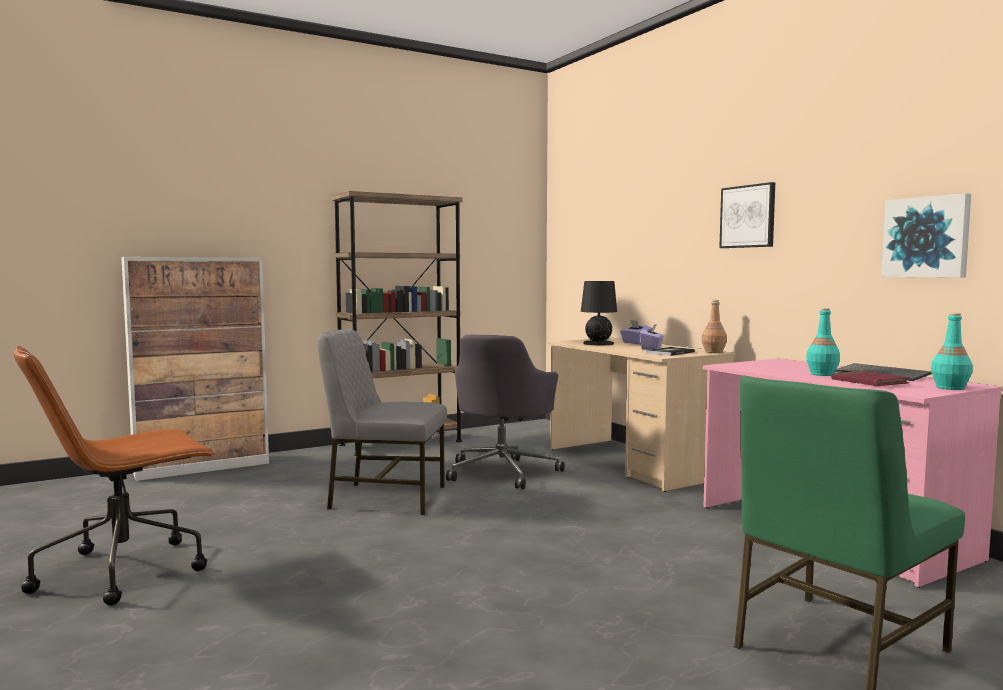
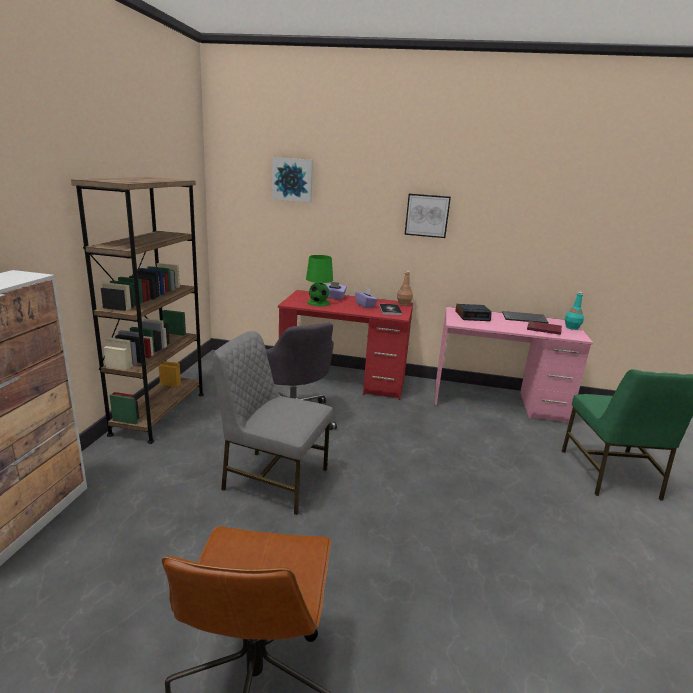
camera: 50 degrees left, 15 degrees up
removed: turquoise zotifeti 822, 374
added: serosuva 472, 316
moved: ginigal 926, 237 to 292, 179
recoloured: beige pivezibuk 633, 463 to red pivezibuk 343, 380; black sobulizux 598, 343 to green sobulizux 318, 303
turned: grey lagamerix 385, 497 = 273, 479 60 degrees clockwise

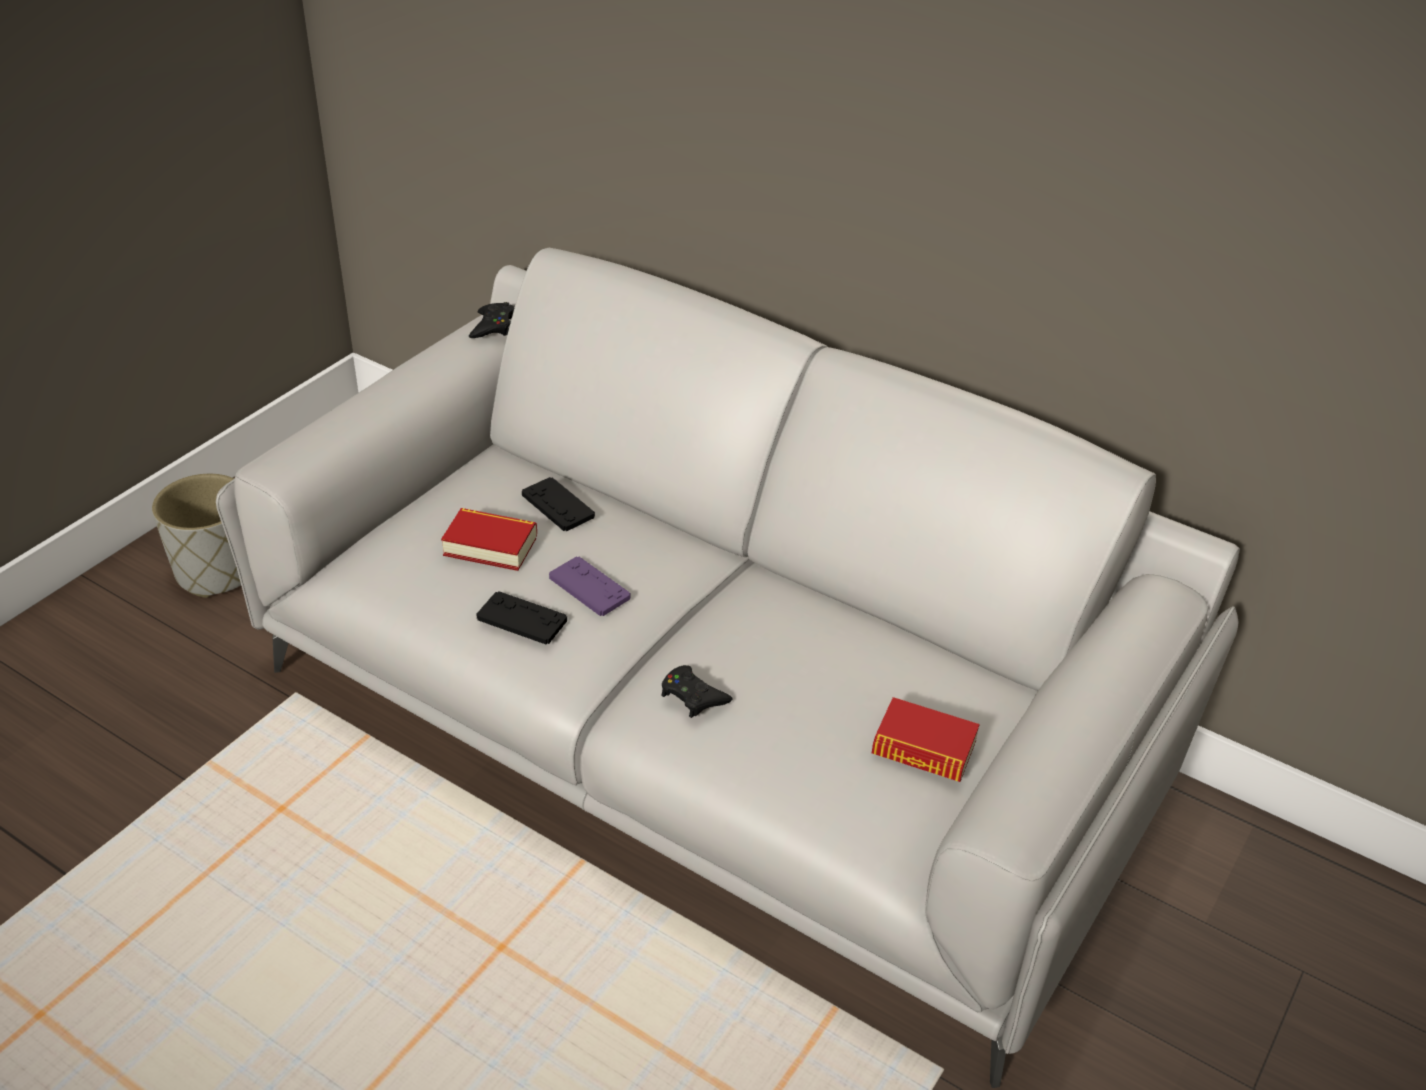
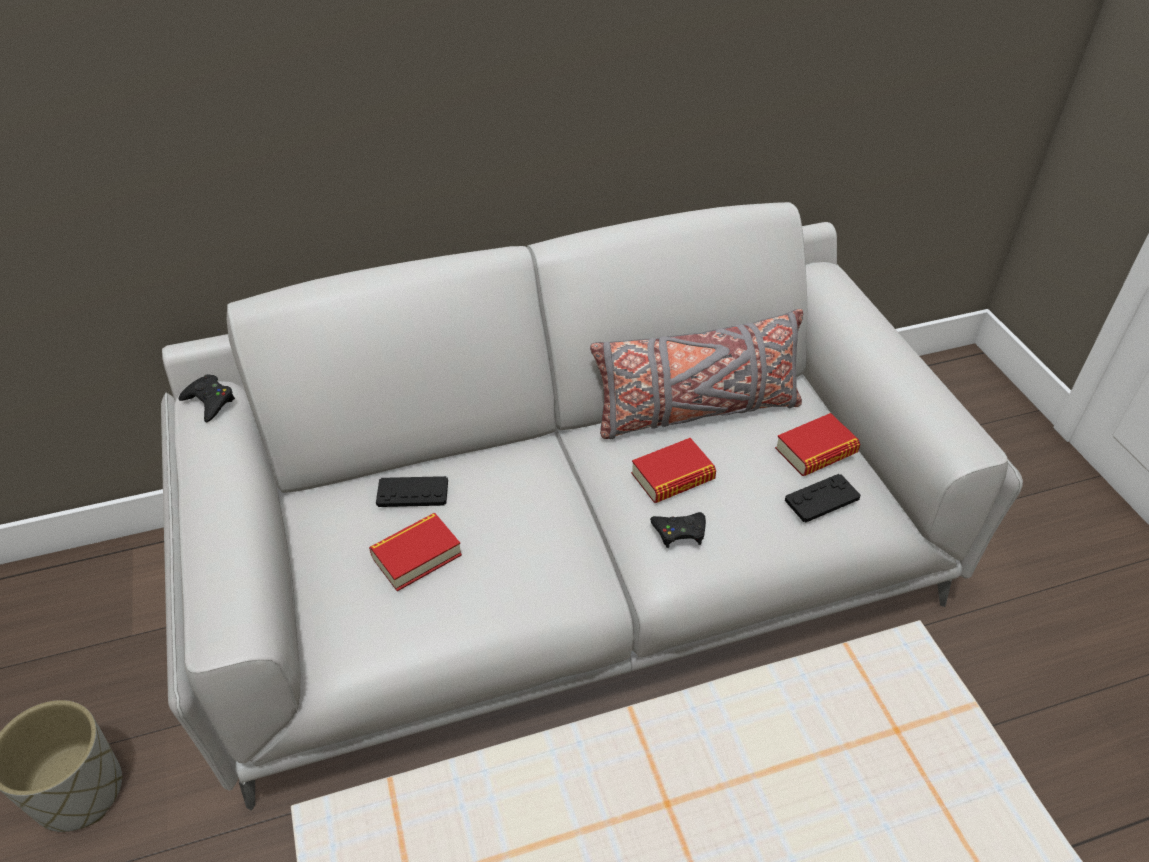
camera: 50 degrees left, 5 degrees up
removed: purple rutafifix 589, 587
added: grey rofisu 696, 412; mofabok 672, 477
moved: black rutafifix 522, 619 to 822, 499

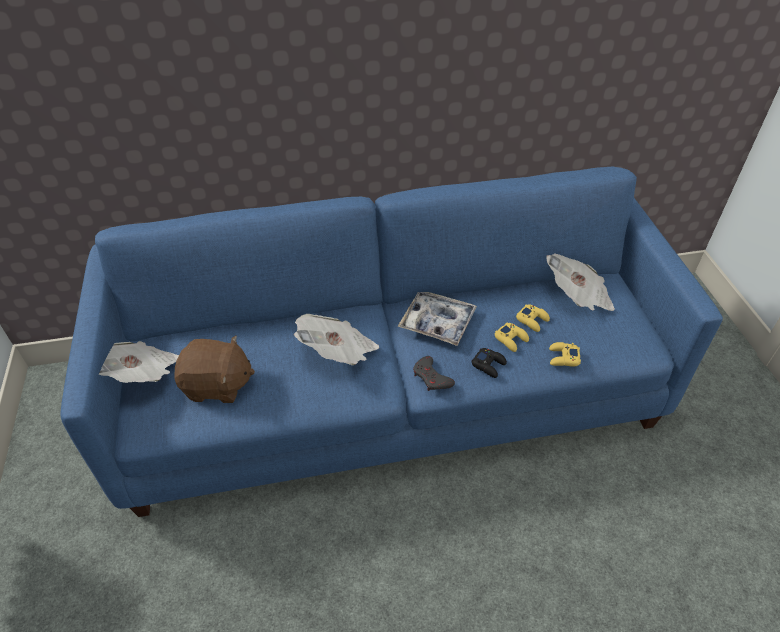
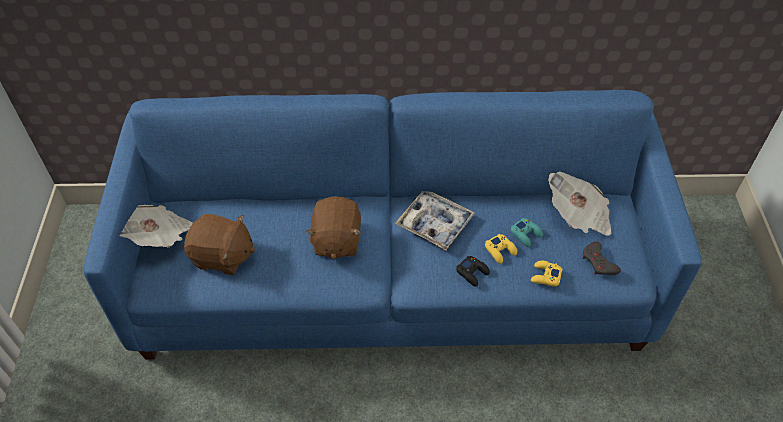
camera: 10 degrees right, 5 degrees up
moved: grey rutafifix 431, 377 to 599, 262
replaced: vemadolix 338, 352 to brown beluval 336, 241
recoloured: yellow rutafifix 532, 320 to turquoise rutafifix 526, 234

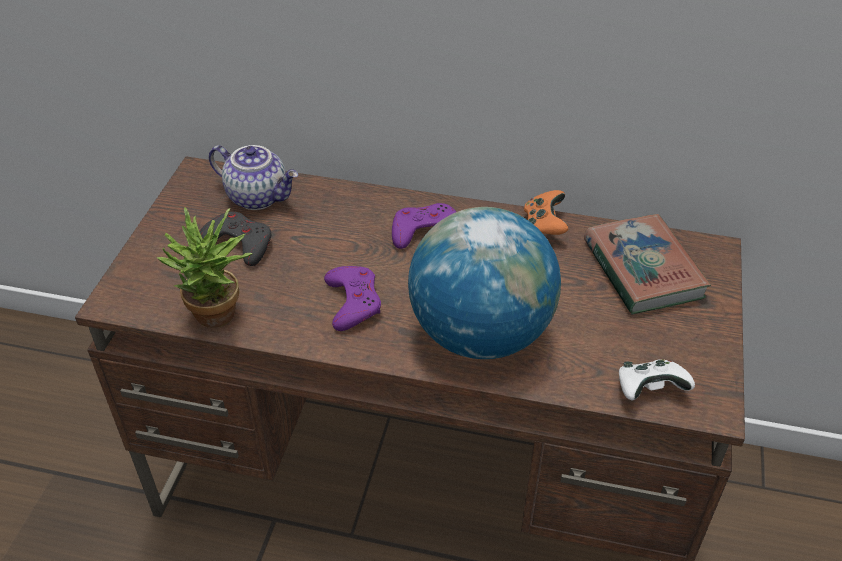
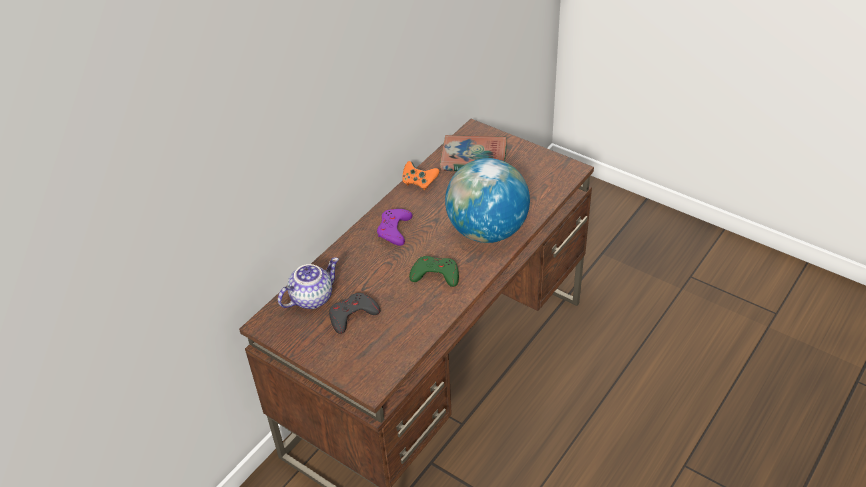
camera: 65 degrees left, 0 degrees up
removed: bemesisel 218, 319; white rutafifix 649, 390
recoloured: purple rutafifix 353, 302 to green rutafifix 435, 274

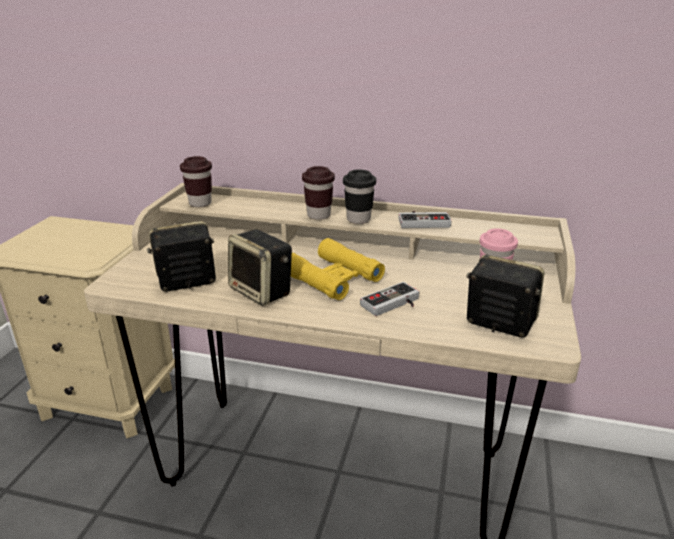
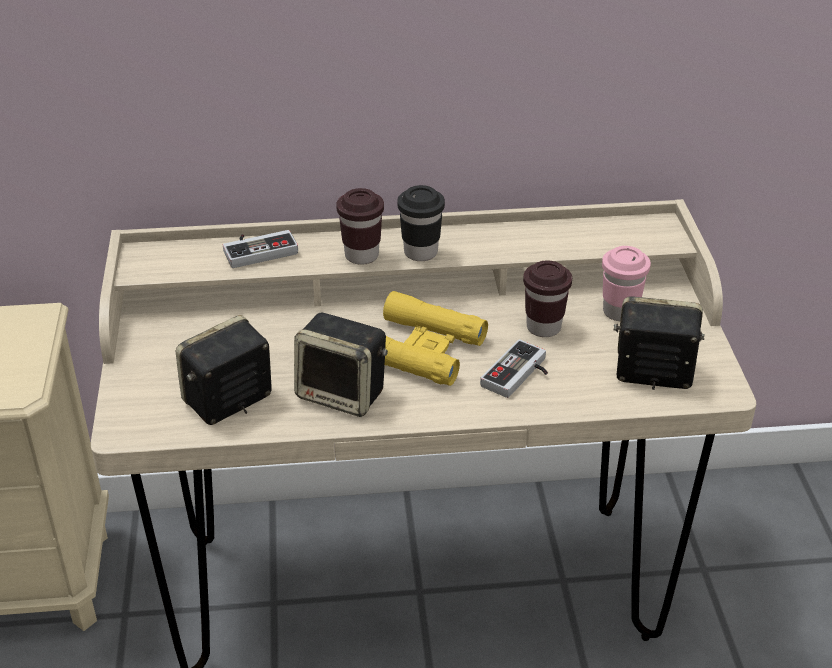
camera: 20 degrees left, 10 degrees up
moved: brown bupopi 200, 203 to 543, 327; rutafifix 423, 221 to 259, 249

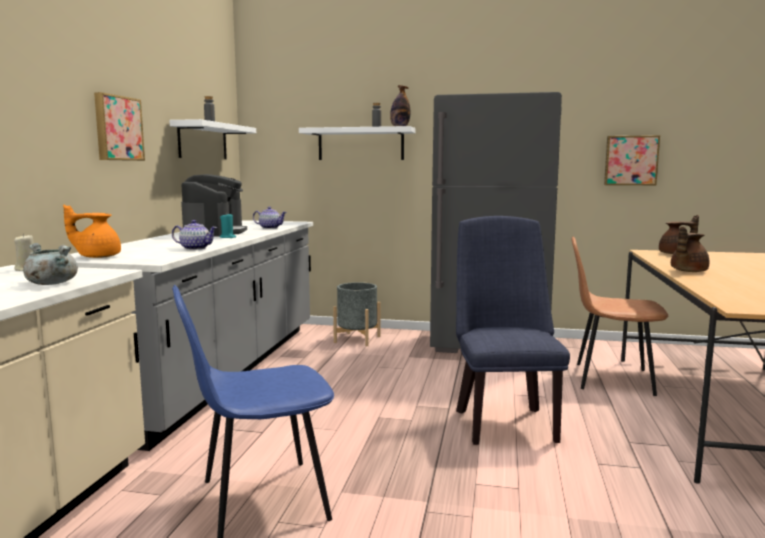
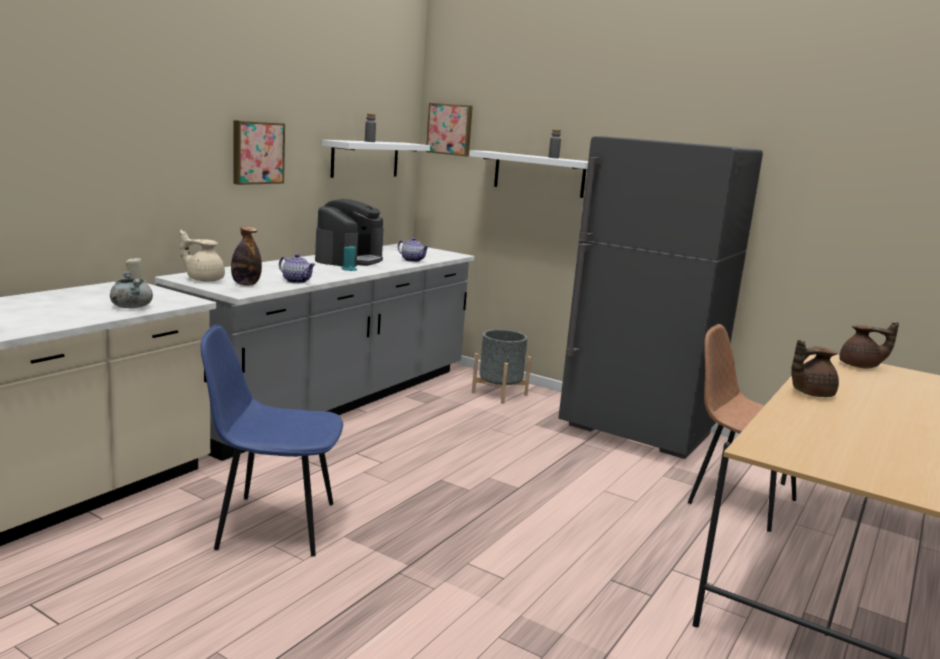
camera: 20 degrees right, 5 degrees up
removed: blue lagamerix 503, 421
moved: zotifeti 399, 127 to 246, 284; ginigal 631, 160 to 450, 129
recoloured: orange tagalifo 97, 256 to beige tagalifo 204, 279

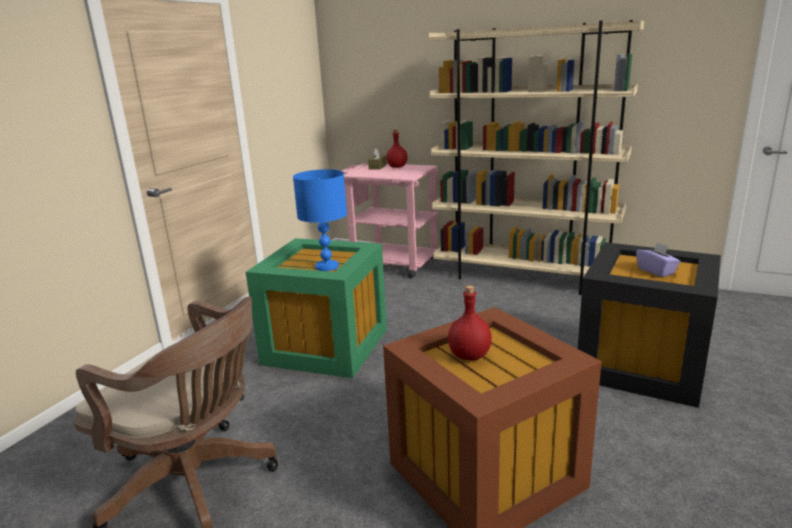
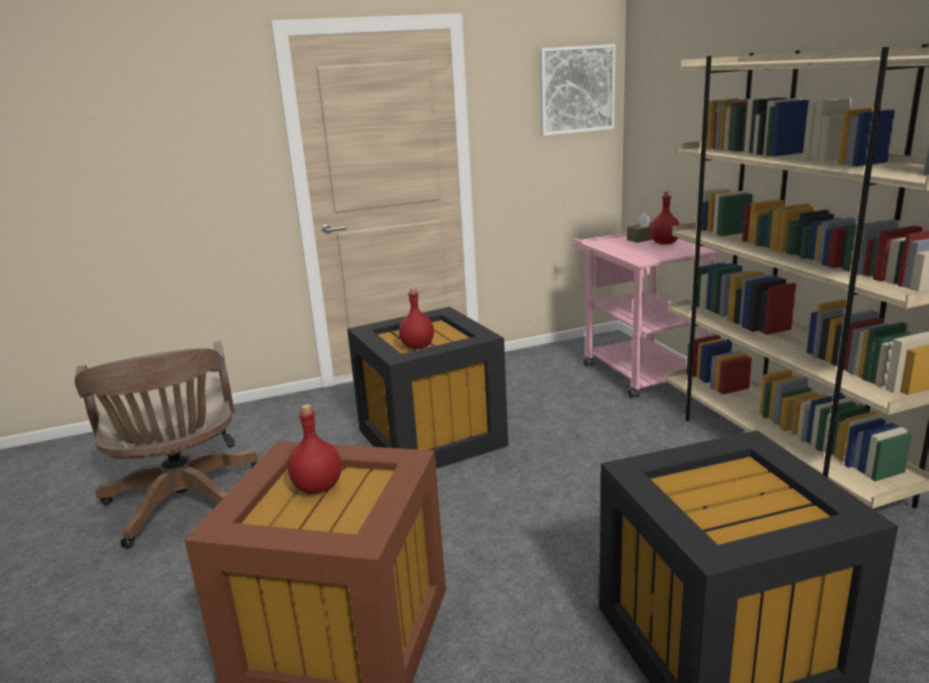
camera: 45 degrees right, 0 degrees up
removed: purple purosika 656, 271
added: ginigal 576, 90
replaced: blue sobulizux 327, 266 to red zotifeti 418, 346
recoloured: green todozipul 325, 345 to black todozipul 432, 436

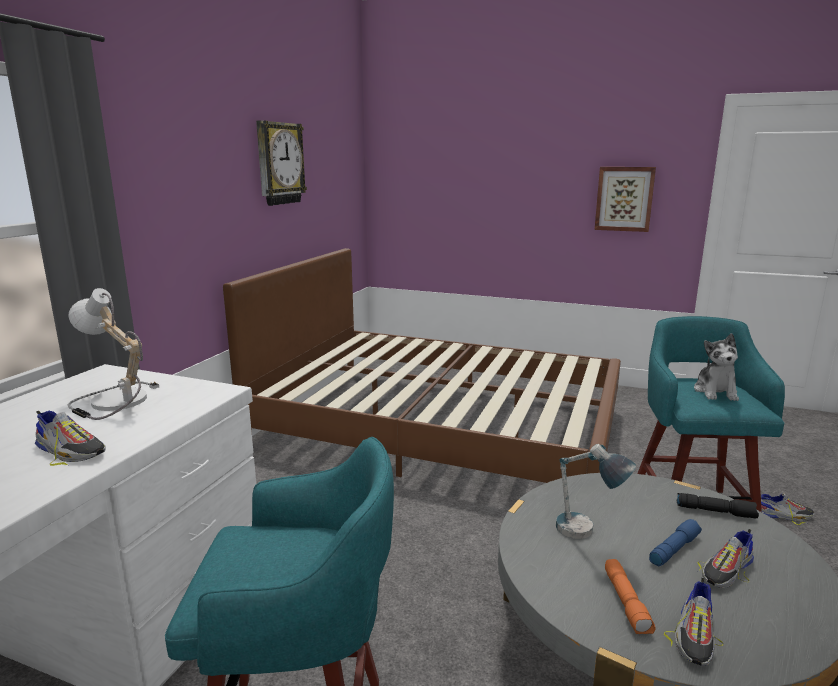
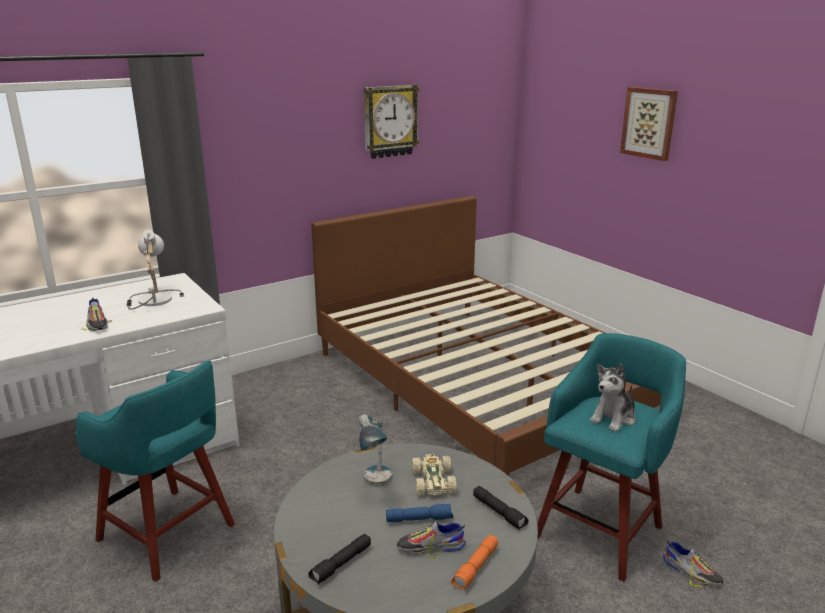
camera: 35 degrees right, 5 degrees up
added: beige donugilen 433, 481
moved: ginigal 624, 199 to 649, 123; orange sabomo 627, 603 to 476, 568
replaced: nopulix 695, 635 to black sabomo 341, 564

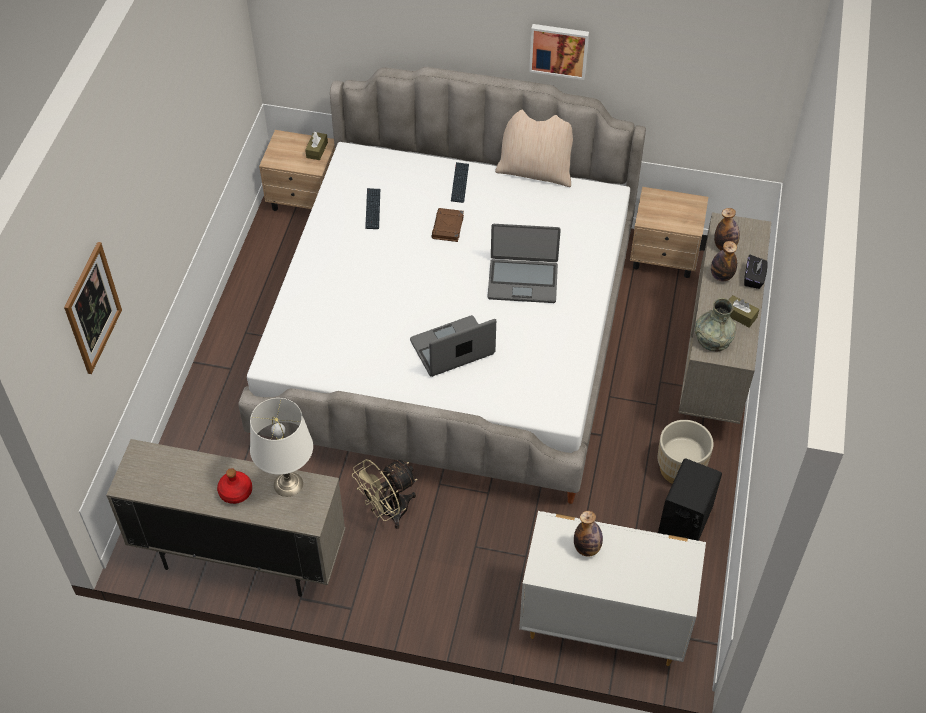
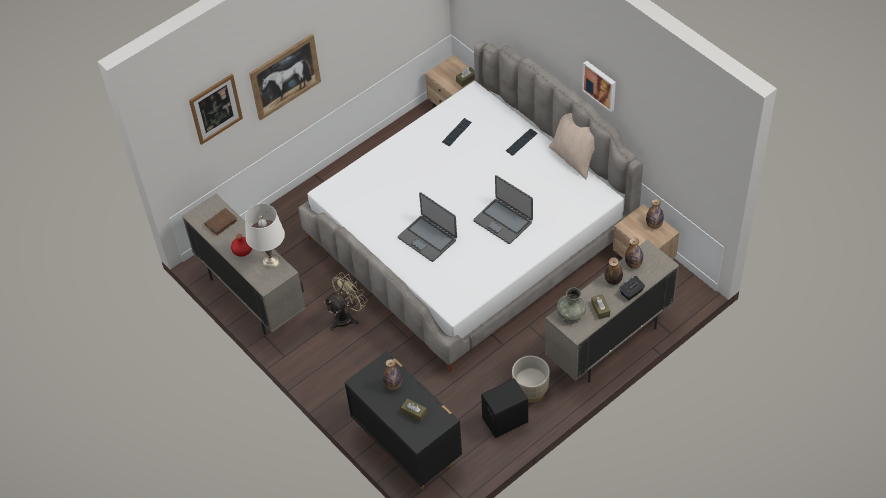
camera: 40 degrees right, 0 degrees up
added: ginigal 285, 76; brown purosika 414, 412; zotifeti 654, 225
moved: brown mofabok 448, 227 to 221, 223
recoloured: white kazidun 602, 624 to black kazidun 406, 445
turned: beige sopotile 388, 511 = 347, 317 135 degrees clockwise; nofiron 452, 348 = 428, 238 150 degrees counterclockwise

